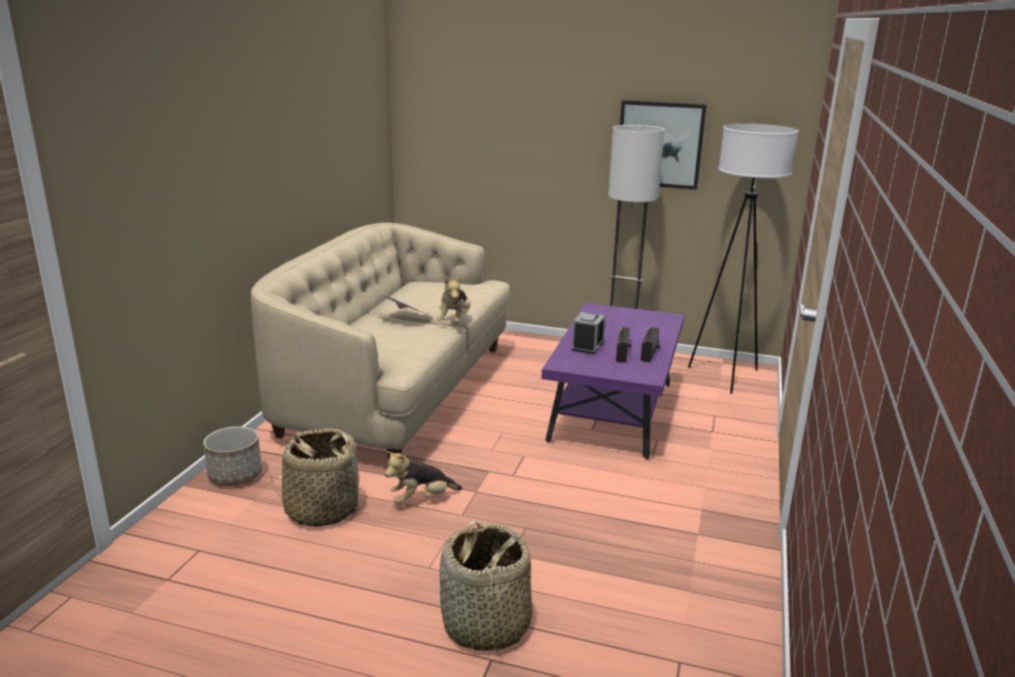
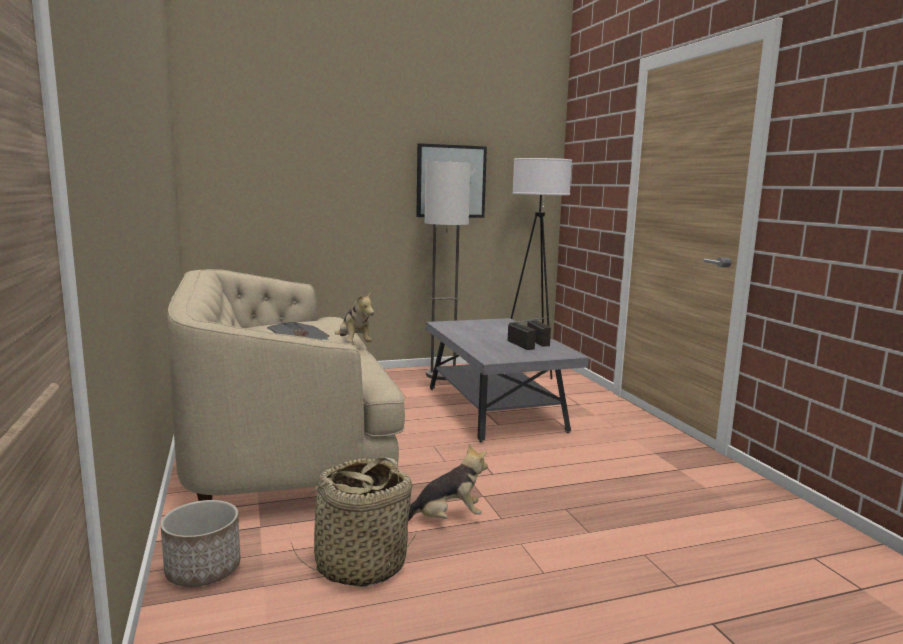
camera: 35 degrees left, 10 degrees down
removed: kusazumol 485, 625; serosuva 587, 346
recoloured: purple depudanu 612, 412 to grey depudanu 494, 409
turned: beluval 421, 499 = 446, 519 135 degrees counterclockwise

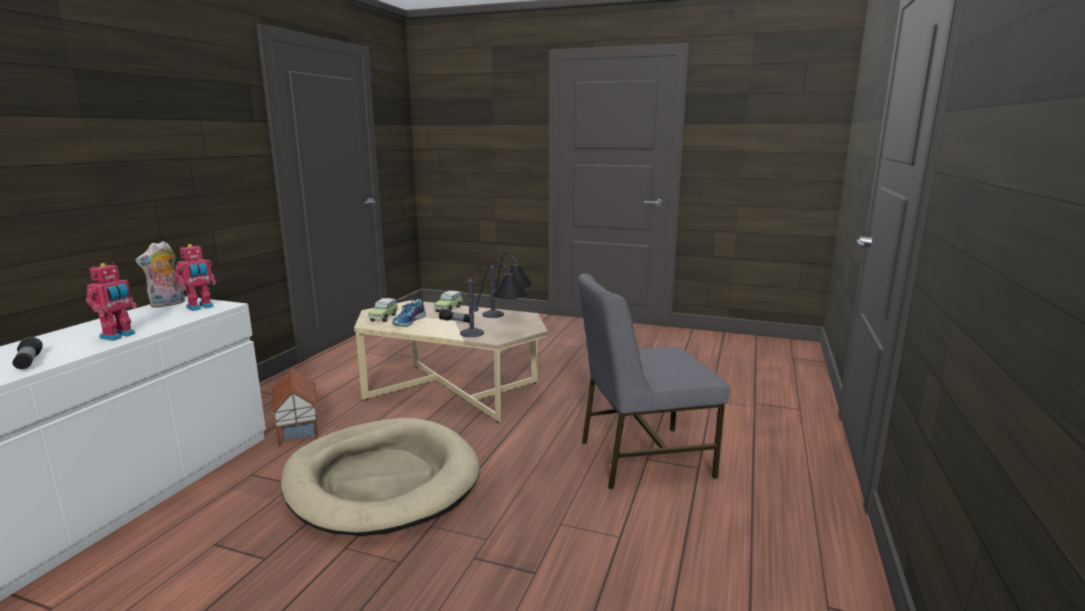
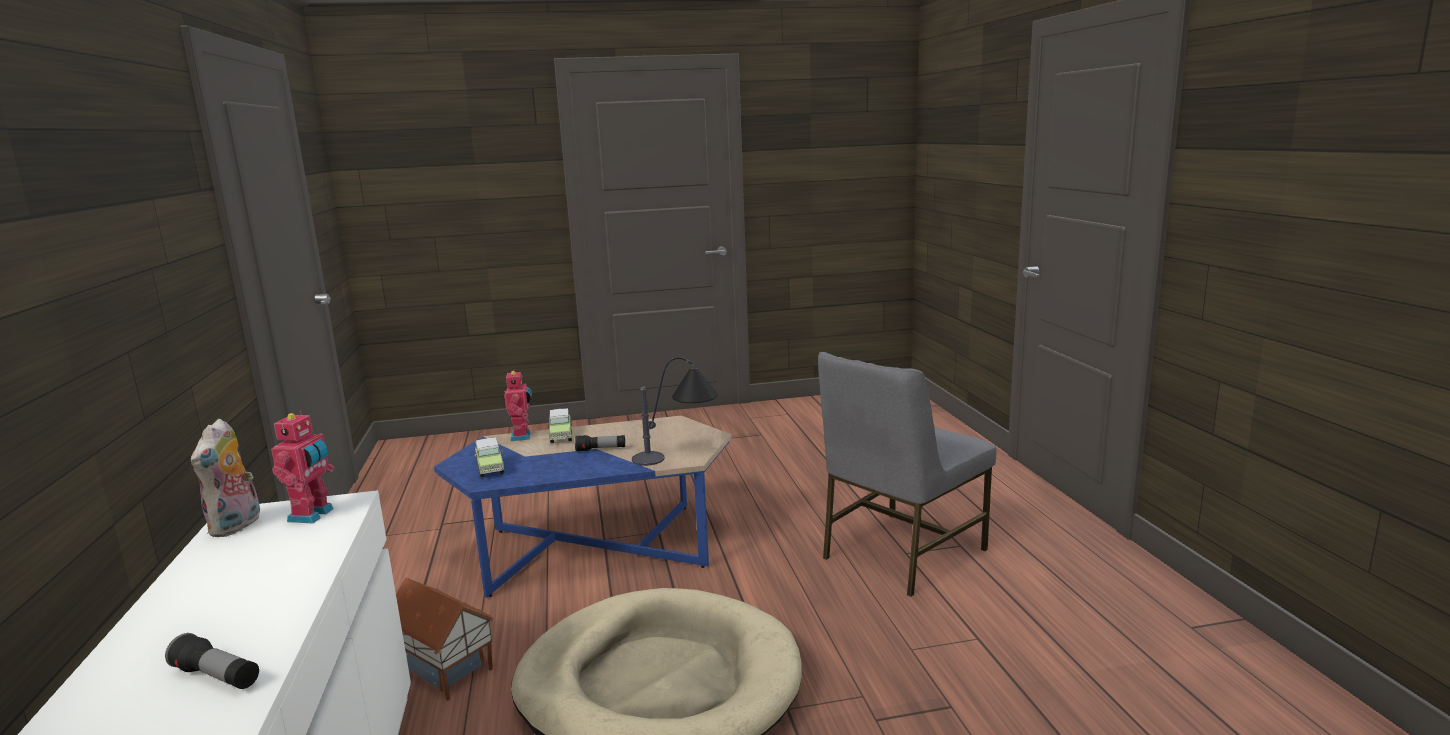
camera: 30 degrees left, 0 degrees up
removed: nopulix 409, 321; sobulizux 507, 319
moved: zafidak 119, 336 to 522, 436
recoloured: beige depudanu 453, 391 to blue depudanu 596, 548

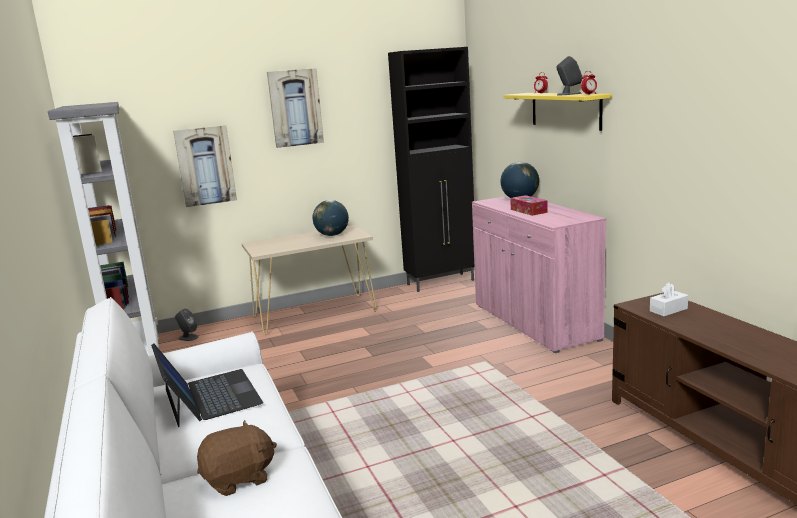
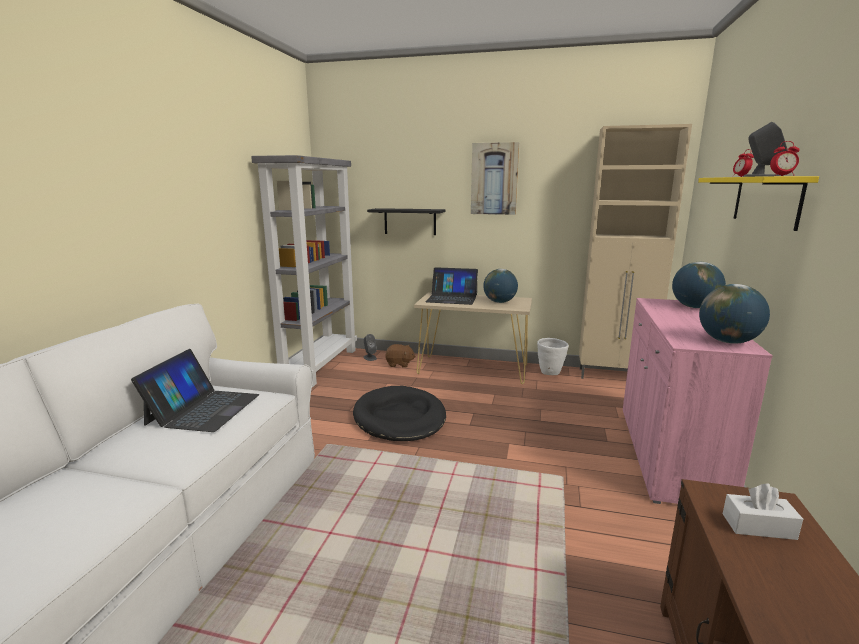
camera: 35 degrees right, 0 degrees up
removed: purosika 528, 211
added: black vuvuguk 399, 418; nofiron 452, 298; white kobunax 550, 373; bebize 728, 342
moved: brown beluval 239, 479 to 399, 364
replaced: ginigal 205, 166 to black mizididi 410, 221
recoloured: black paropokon 441, 282 to beige paropokon 615, 376

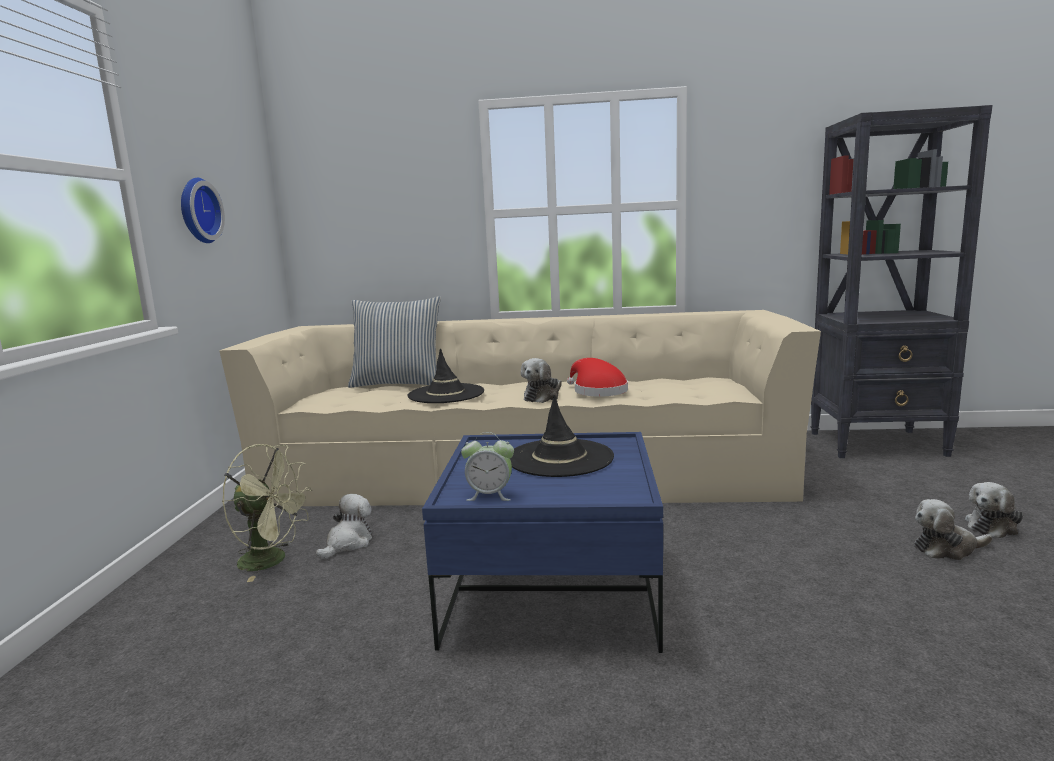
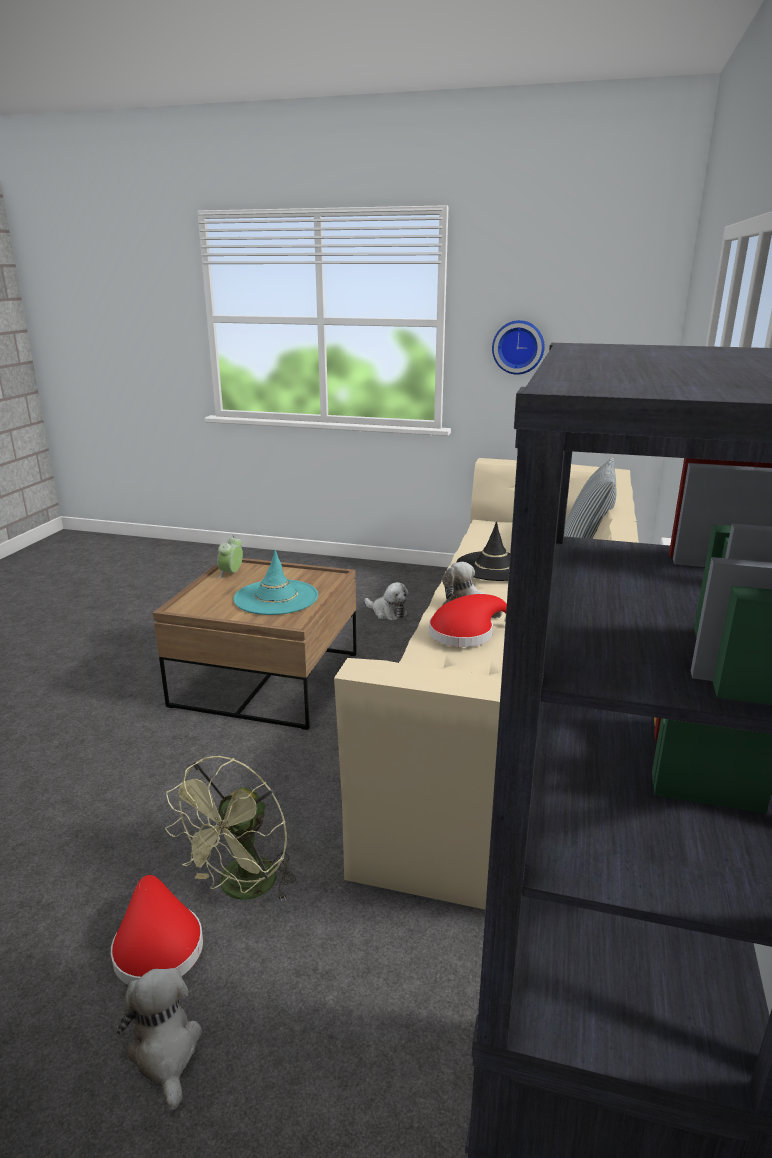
camera: 100 degrees right, 10 degrees up
moved: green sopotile 272, 561 to 242, 889
replaced: beluval 947, 549 to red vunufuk 157, 945
recoloured: blue depudanu 552, 591 to brown depudanu 267, 679; black vunufuk 560, 458 to turquoise vunufuk 276, 598

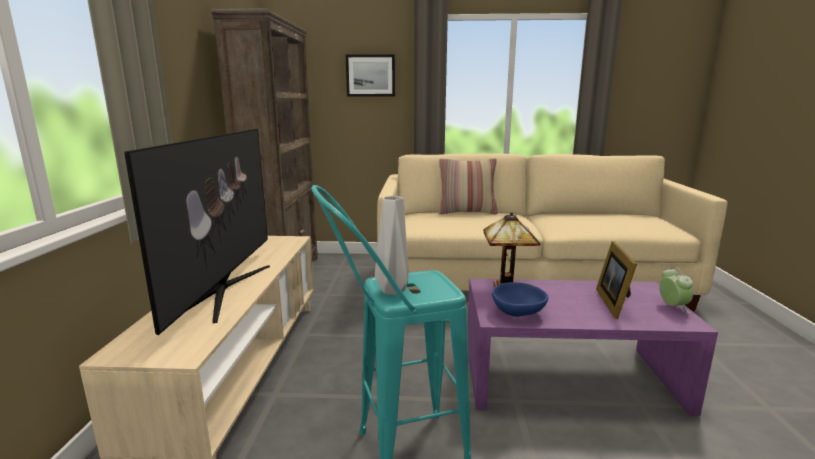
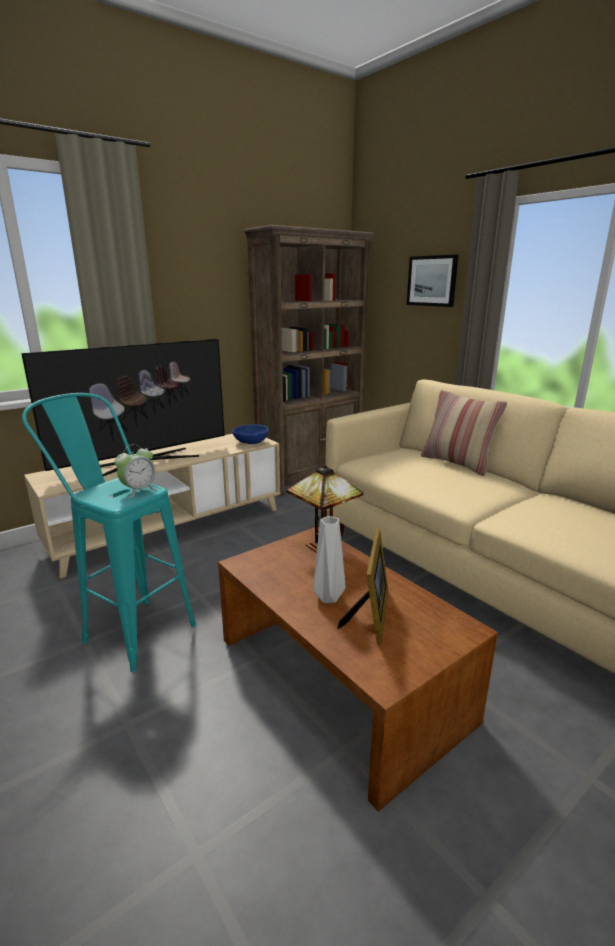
camera: 50 degrees right, 5 degrees up
moved: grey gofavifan 391, 291 to 327, 597; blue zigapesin 517, 312 to 250, 442; serosuva 672, 307 to 138, 490
recoloured: purple depudanu 568, 376 to brown depudanu 340, 677
turned: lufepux 614, 303 = 370, 615 135 degrees clockwise

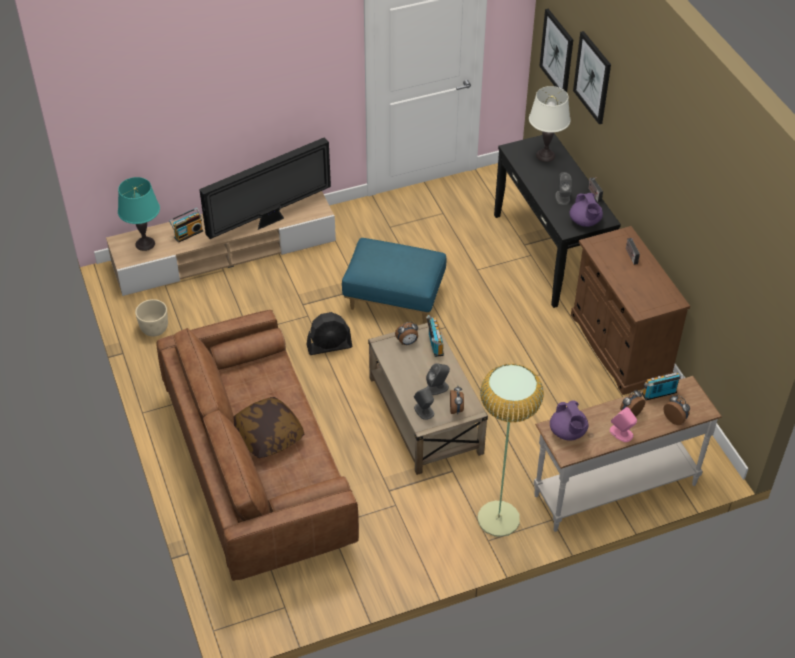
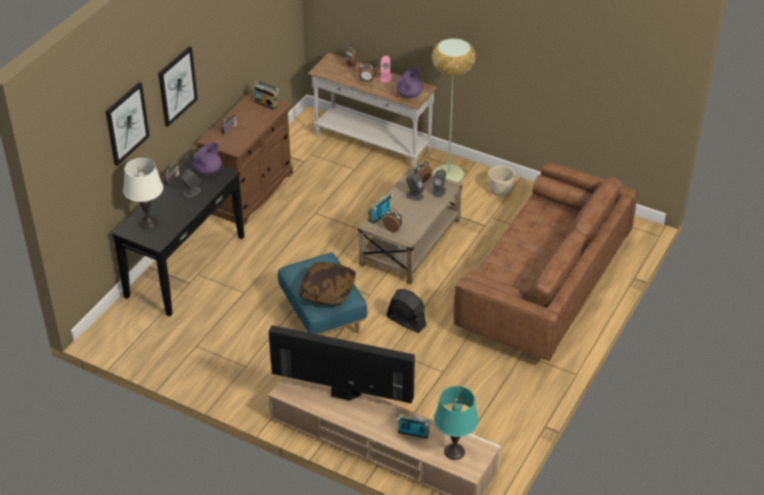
camera: 130 degrees left, 5 degrees down
moved: beige kobunax 154, 329 to 500, 191; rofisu 268, 435 to 327, 291; ginigal 557, 53 to 177, 86; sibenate 660, 394 to 266, 103

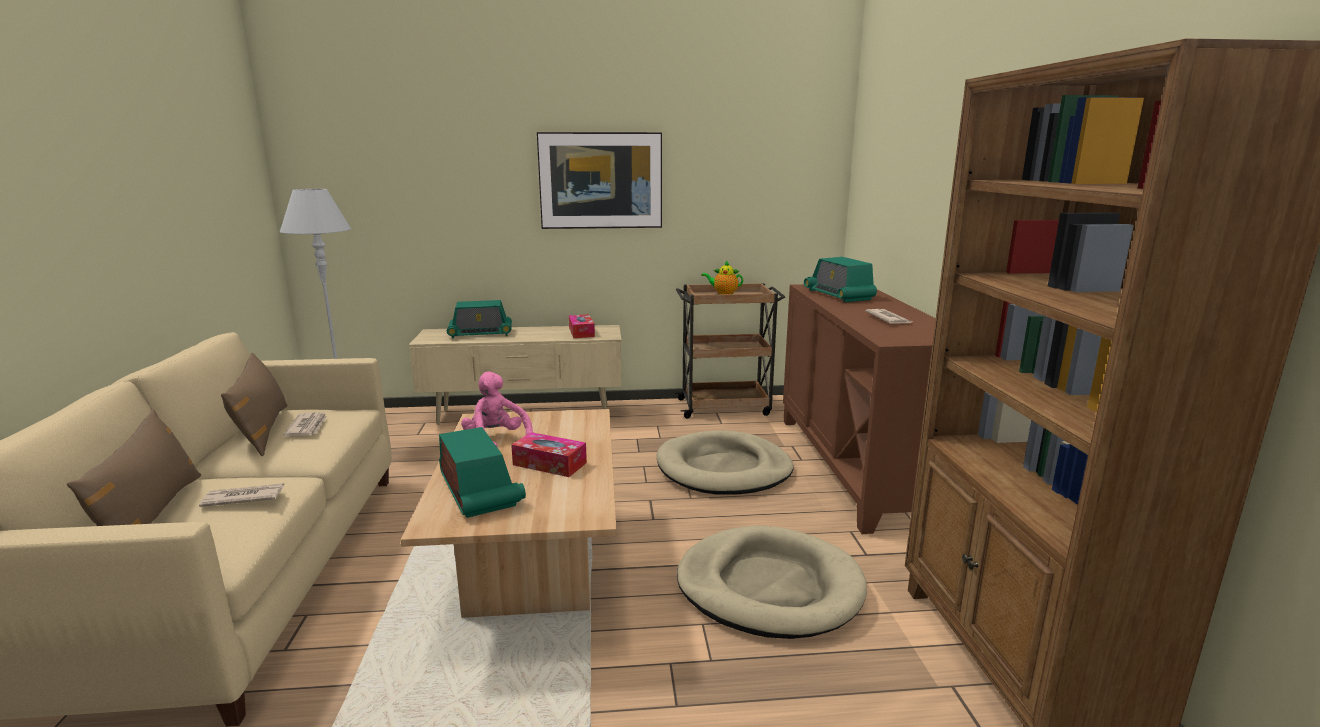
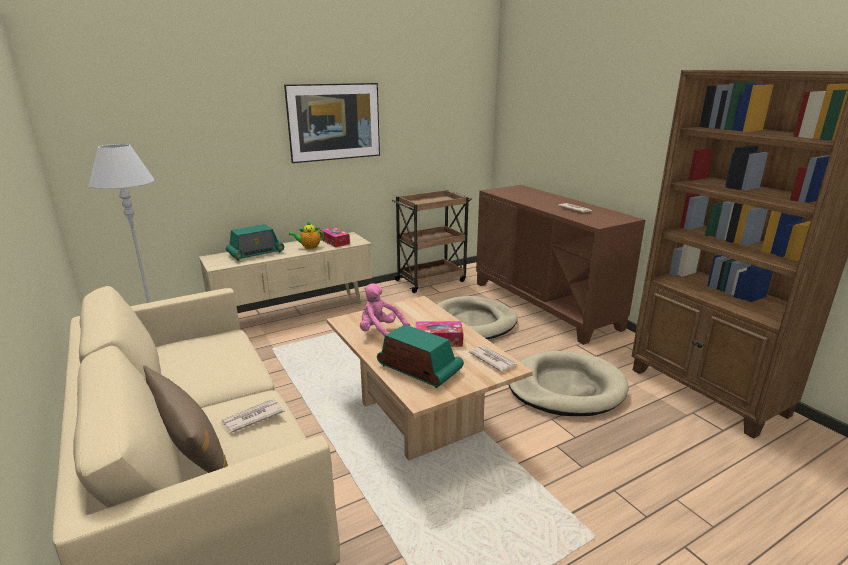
camera: 25 degrees left, 5 degrees up
removed: brown rofisu 262, 430; sibenate 838, 295
moved: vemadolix 308, 427 to 492, 360; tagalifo 723, 294 to 309, 247

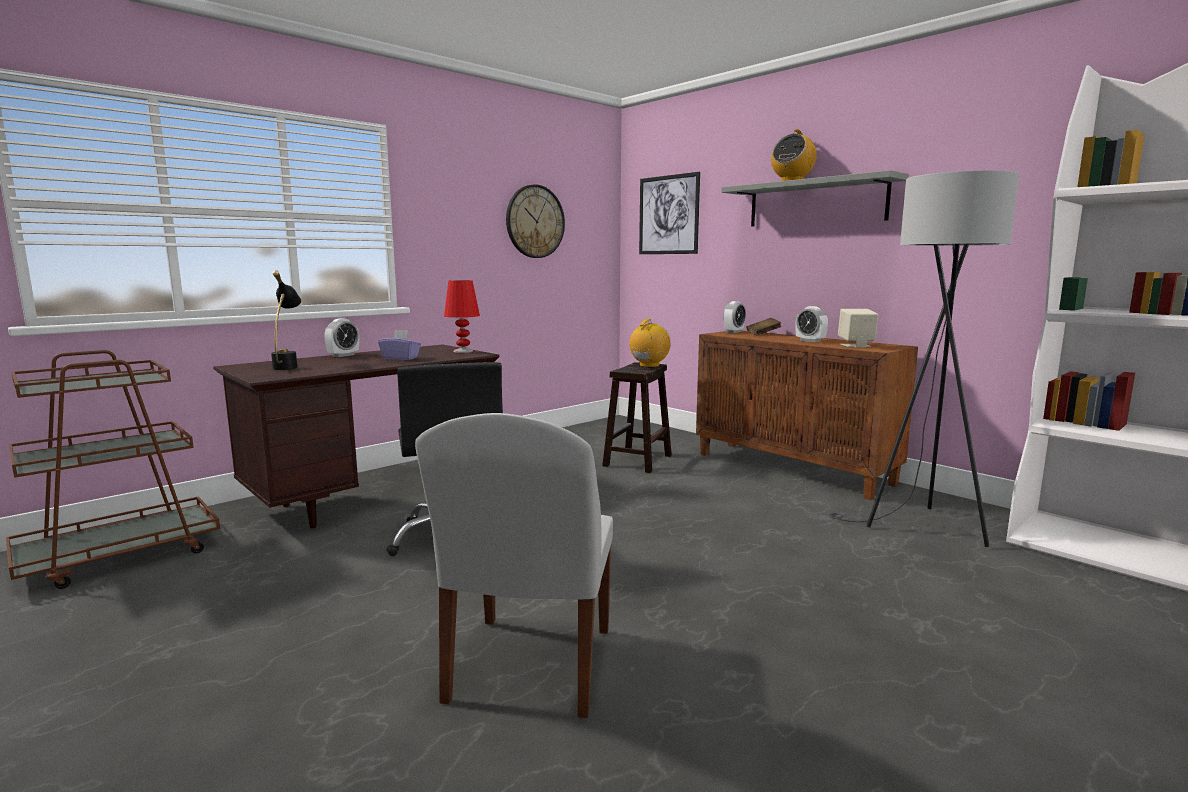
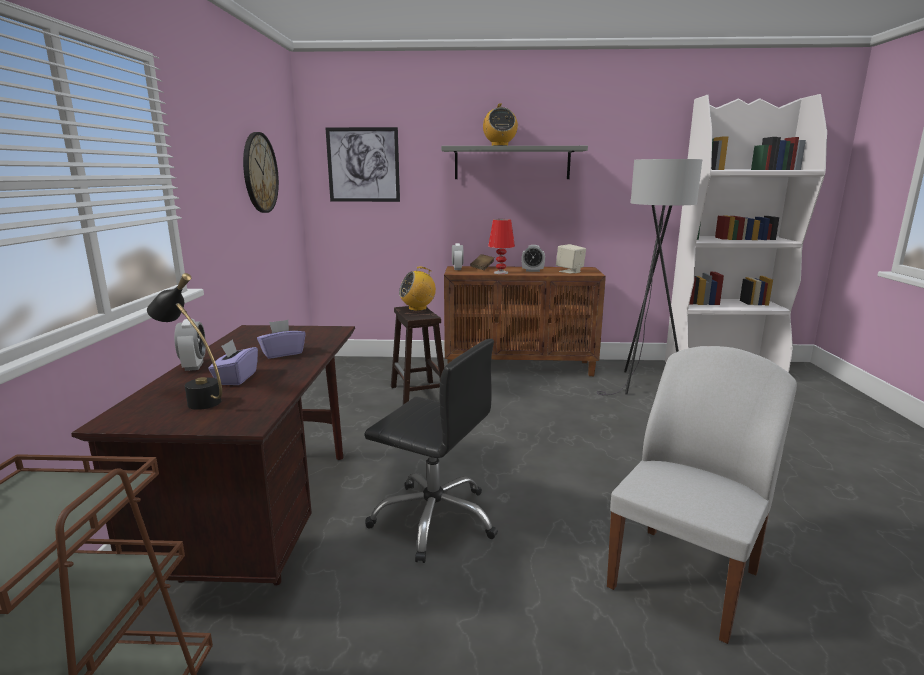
camera: 45 degrees left, 5 degrees up
added: purple purosika 236, 378
moved: red sobulizux 463, 351 to 500, 273
turned: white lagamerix 529, 668 = 685, 577 105 degrees counterclockwise; sibenate 649, 365 = 417, 308 105 degrees counterclockwise

